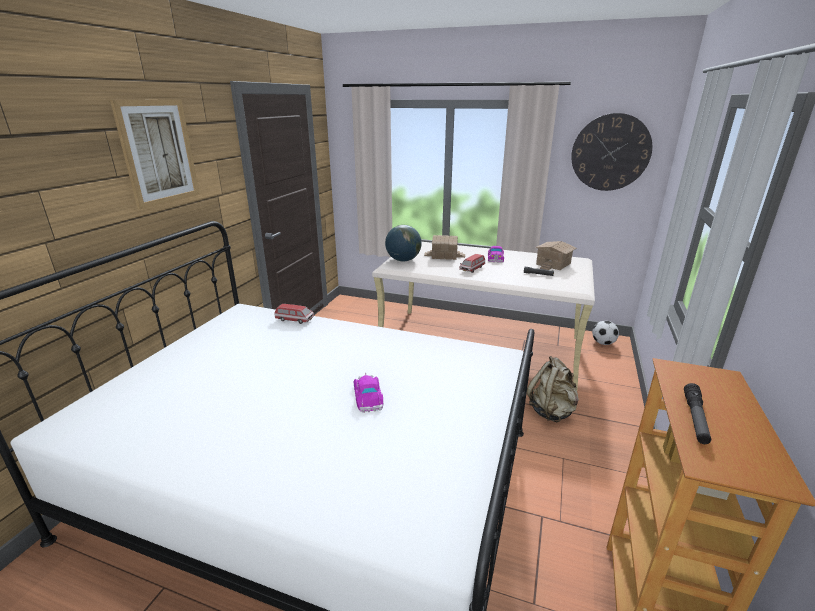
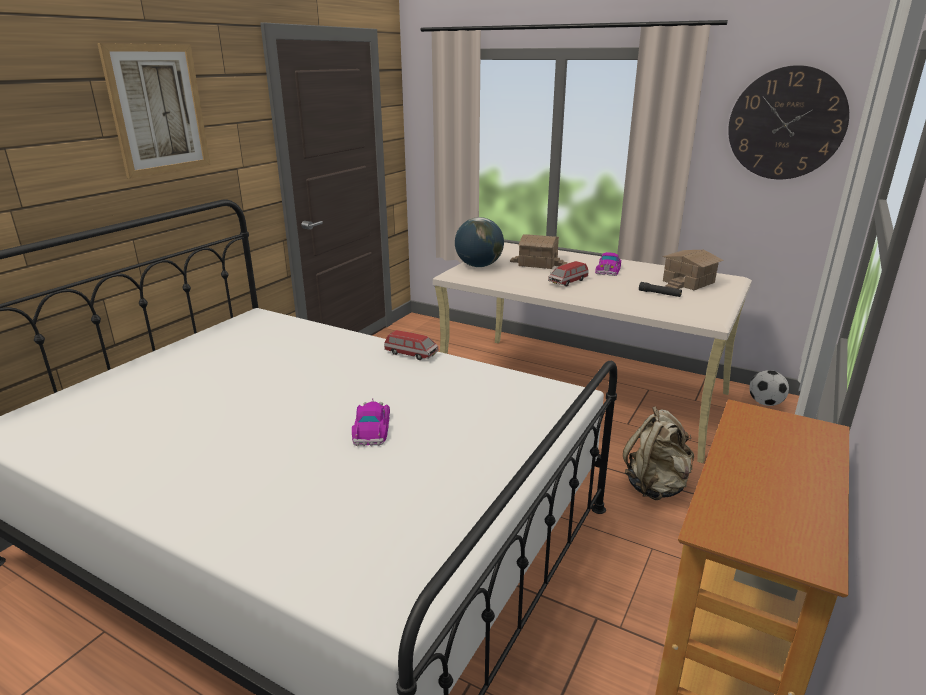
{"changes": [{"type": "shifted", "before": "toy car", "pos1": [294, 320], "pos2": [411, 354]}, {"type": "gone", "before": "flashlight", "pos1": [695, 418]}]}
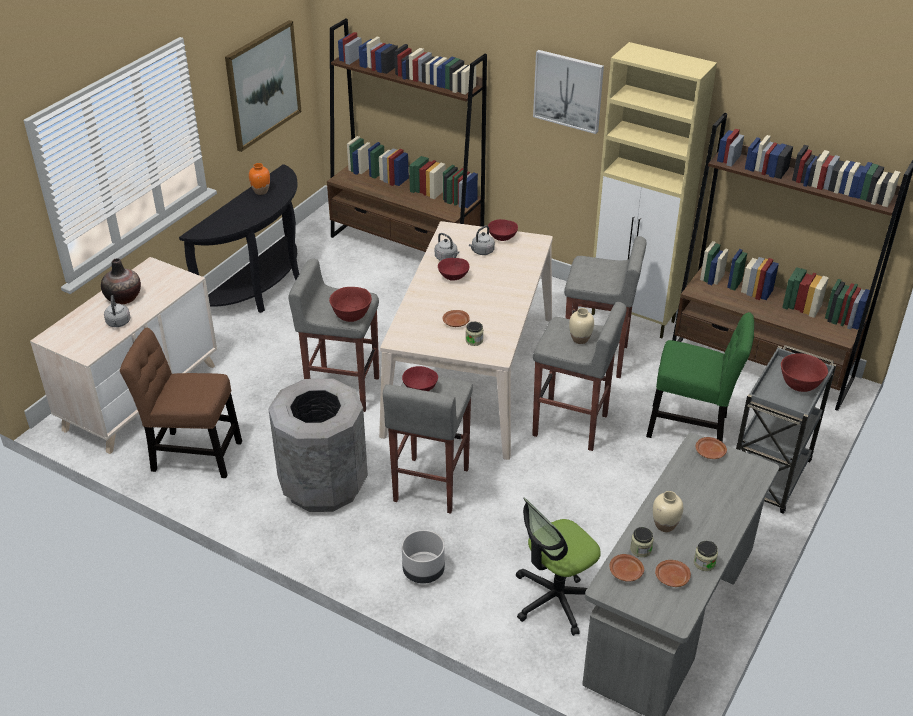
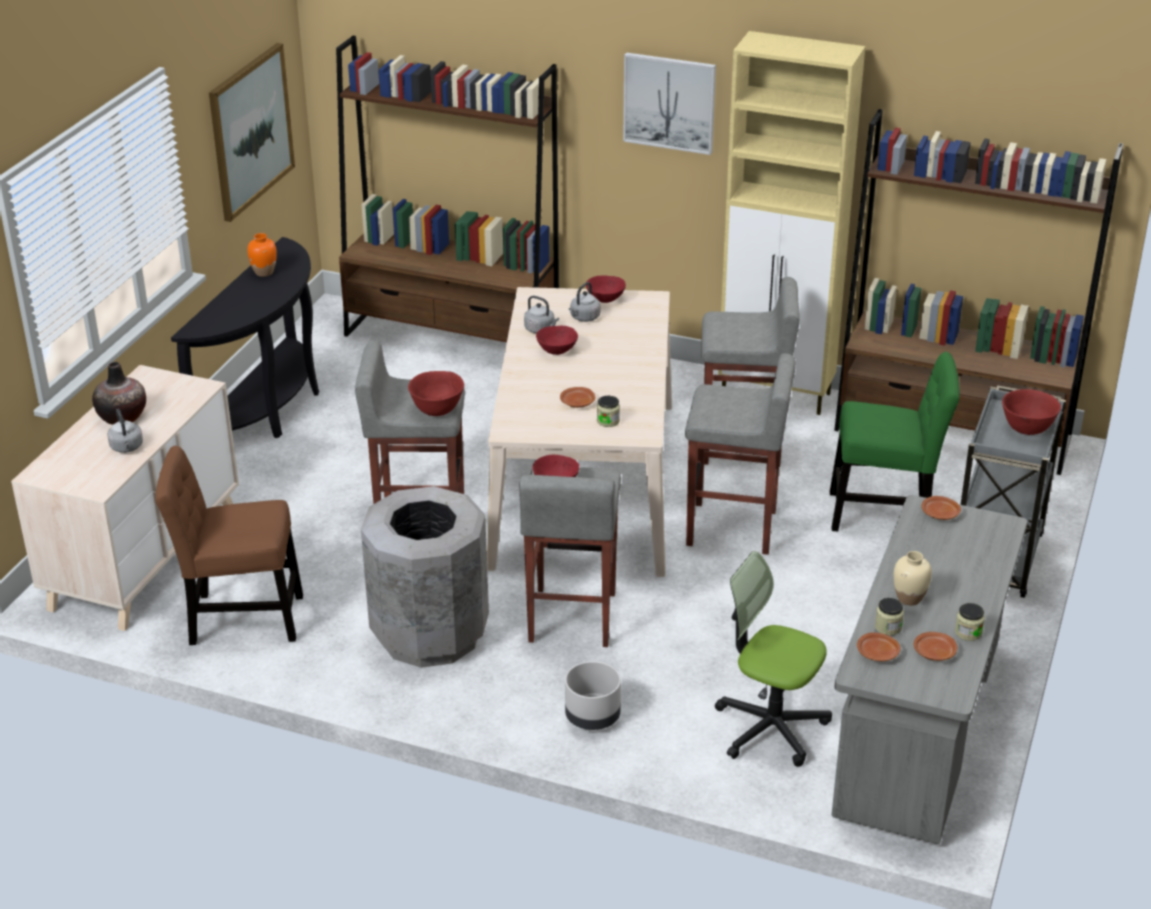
{"changes": [{"type": "rotated", "before": "office chair", "pos1": [556, 599], "pos2": [770, 727], "turn": 75}, {"type": "gone", "before": "vase (beige)", "pos1": [580, 339]}]}
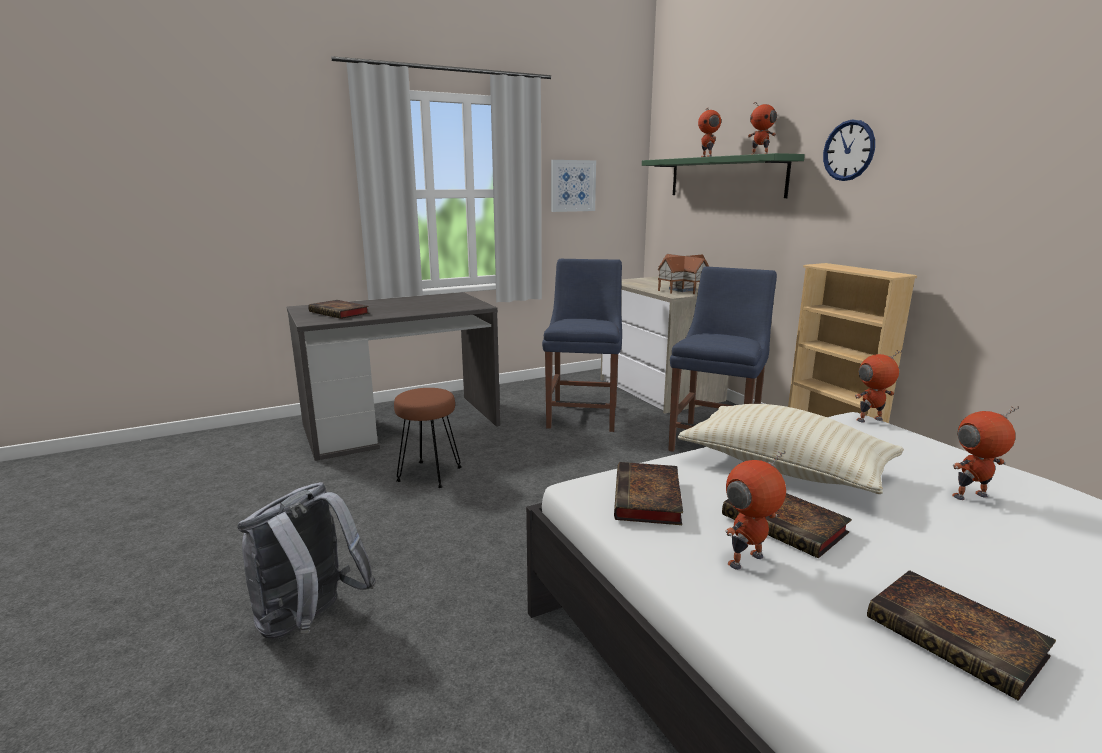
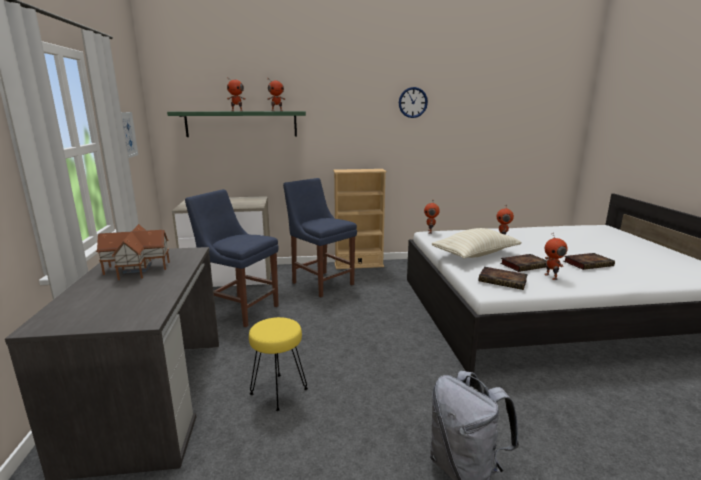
{"changes": [{"type": "gone", "before": "book", "pos1": [340, 313]}, {"type": "repainted", "before": "stool (brown)", "after": "stool (yellow)", "pos1": [429, 475], "pos2": [279, 392]}, {"type": "shifted", "before": "toy house", "pos1": [682, 290], "pos2": [138, 268]}, {"type": "shifted", "before": "wall clock", "pos1": [848, 150], "pos2": [413, 102]}]}
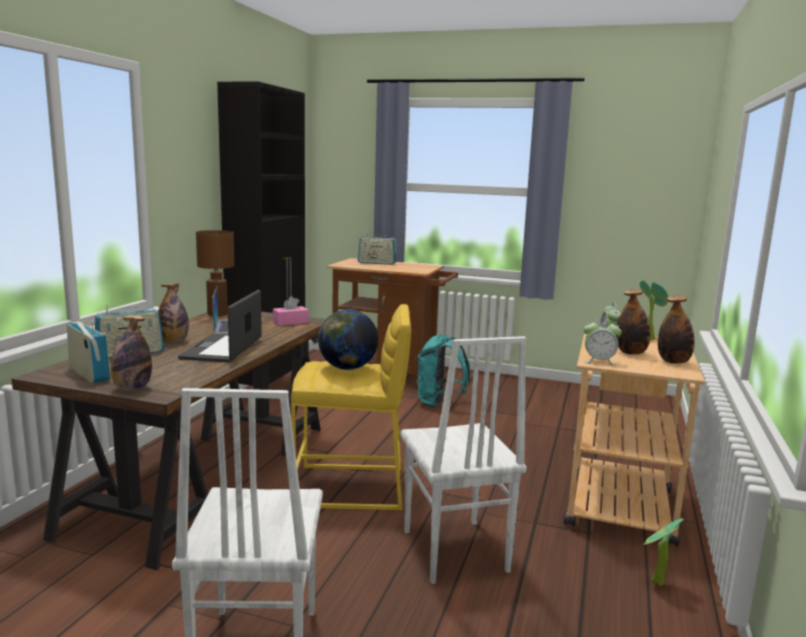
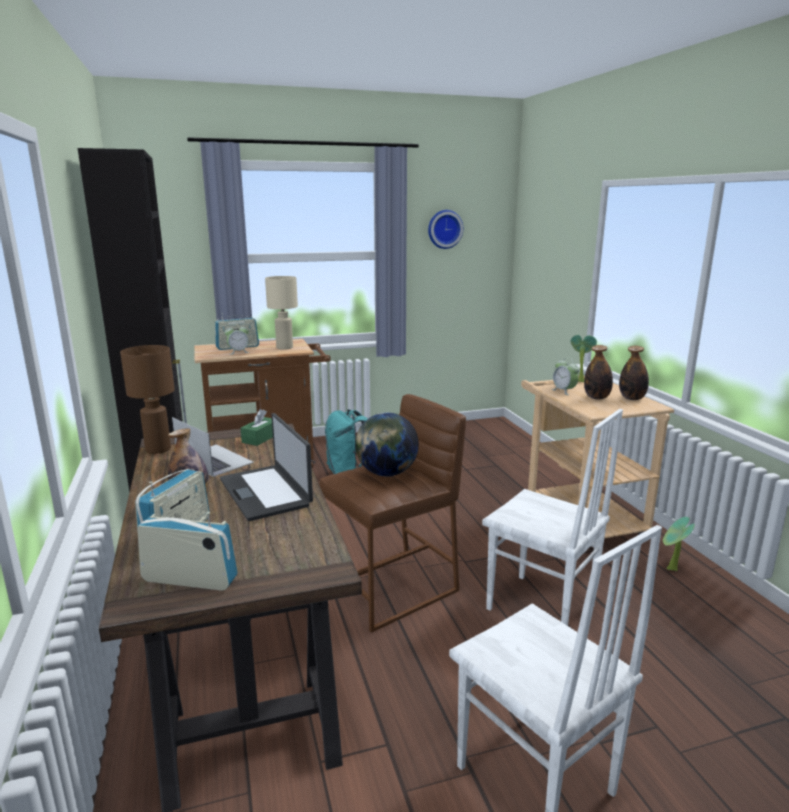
{"changes": [{"type": "gone", "before": "bottle", "pos1": [132, 389]}, {"type": "repainted", "before": "tissue box (pink)", "after": "tissue box (green)", "pos1": [290, 322], "pos2": [260, 438]}, {"type": "repainted", "before": "stool (yellow)", "after": "stool (brown)", "pos1": [351, 487], "pos2": [392, 589]}, {"type": "shifted", "before": "alarm clock", "pos1": [599, 361], "pos2": [238, 352]}, {"type": "new", "after": "table lamp (beige)", "pos2": [284, 348]}, {"type": "new", "after": "wall clock", "pos2": [444, 229]}]}
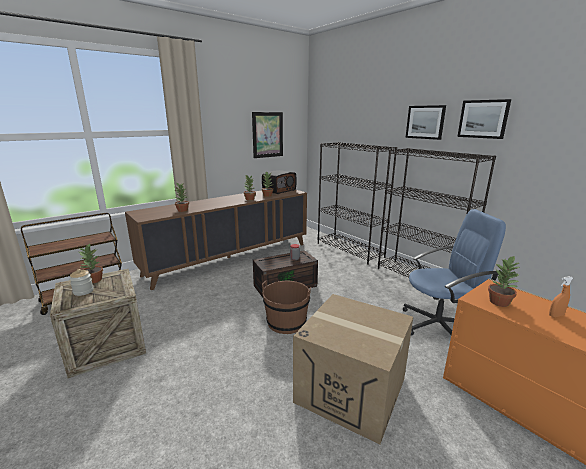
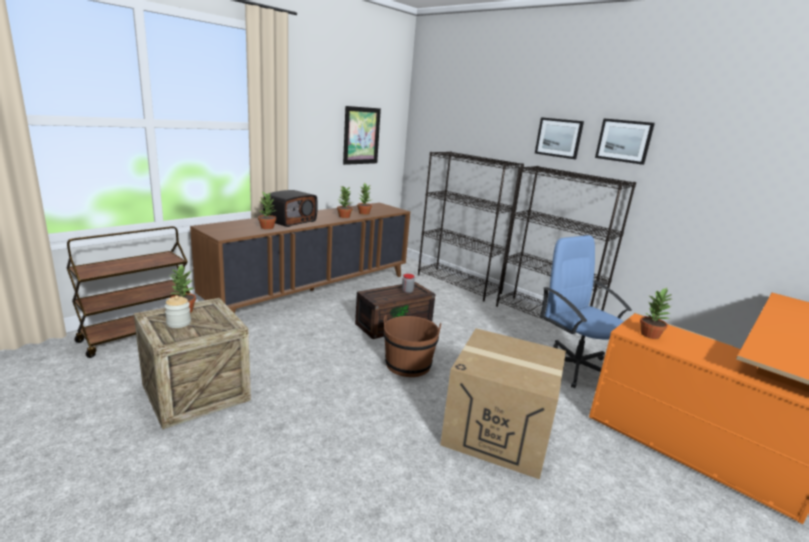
{"changes": [{"type": "shifted", "before": "radio", "pos1": [279, 190], "pos2": [290, 221]}, {"type": "rotated", "before": "office chair (blue)", "pos1": [438, 325], "pos2": [574, 367], "turn": -105}, {"type": "gone", "before": "spray bottle (orange)", "pos1": [556, 315]}]}
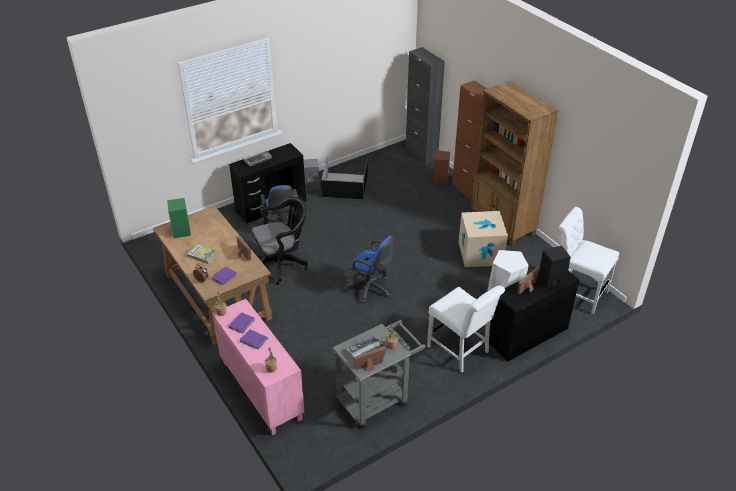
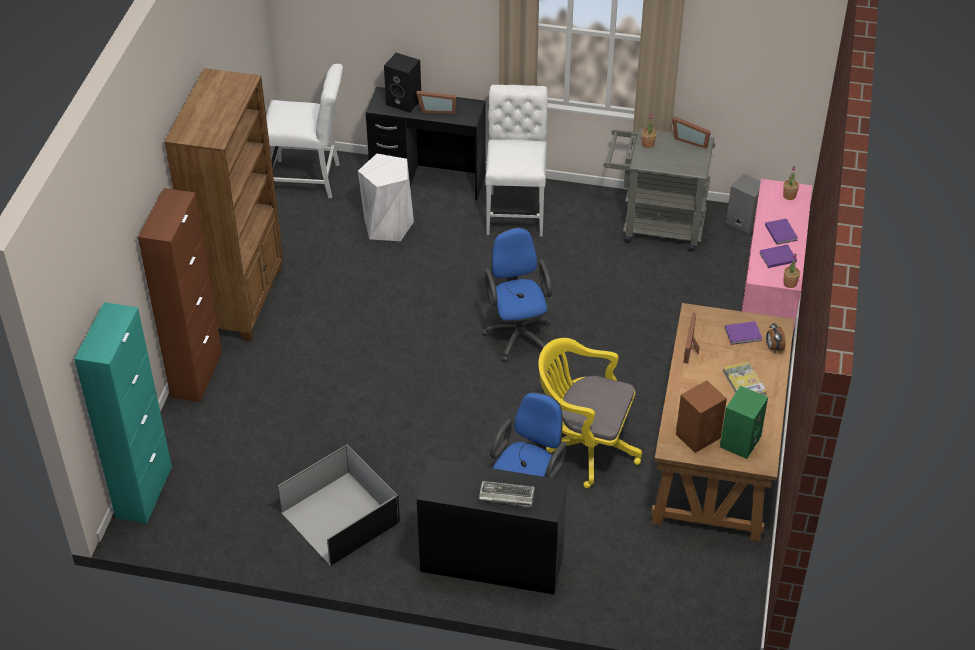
{"changes": [{"type": "repainted", "before": "office chair (black)", "after": "office chair (yellow)", "pos1": [282, 263], "pos2": [584, 446]}, {"type": "shifted", "before": "speaker (grey)", "pos1": [311, 185], "pos2": [742, 221]}, {"type": "gone", "before": "keyboard", "pos1": [364, 349]}, {"type": "repainted", "before": "cabinet (black)", "after": "cabinet (turquoise)", "pos1": [421, 153], "pos2": [144, 492]}, {"type": "shifted", "before": "speaker (brown)", "pos1": [440, 178], "pos2": [699, 435]}, {"type": "gone", "before": "cardboard box", "pos1": [480, 253]}, {"type": "rotated", "before": "chair (white)", "pos1": [577, 292], "pos2": [309, 179], "turn": -75}]}
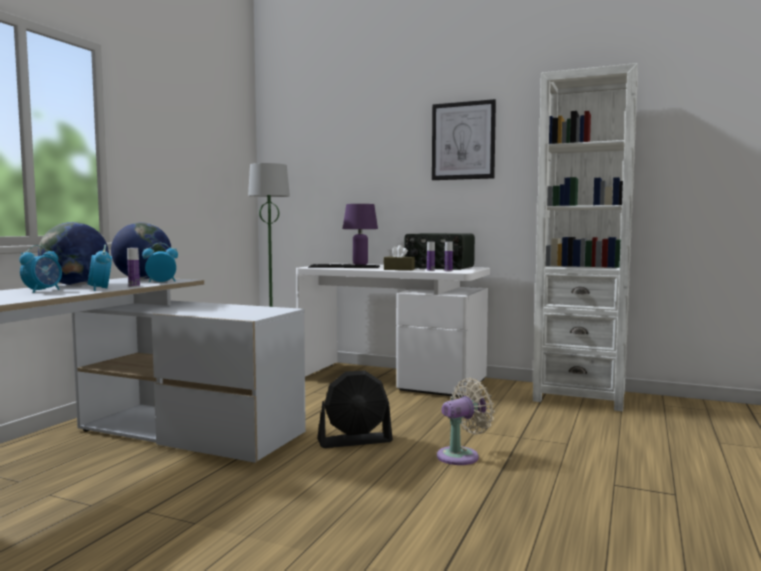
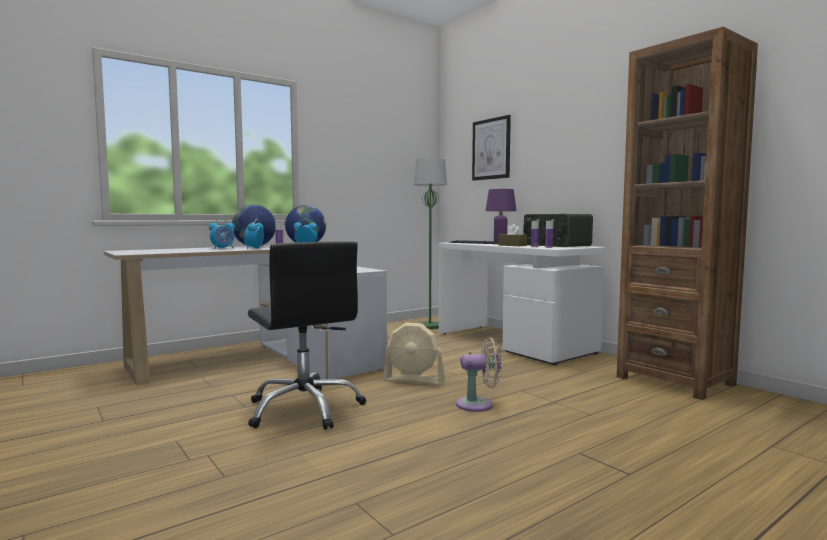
{"changes": [{"type": "repainted", "before": "fan (black)", "after": "fan (beige)", "pos1": [355, 441], "pos2": [414, 380]}, {"type": "shifted", "before": "picture", "pos1": [463, 141], "pos2": [491, 149]}, {"type": "repainted", "before": "bookcase (white)", "after": "bookcase (brown)", "pos1": [579, 396], "pos2": [675, 381]}, {"type": "new", "after": "office chair (black)", "pos2": [305, 409]}]}
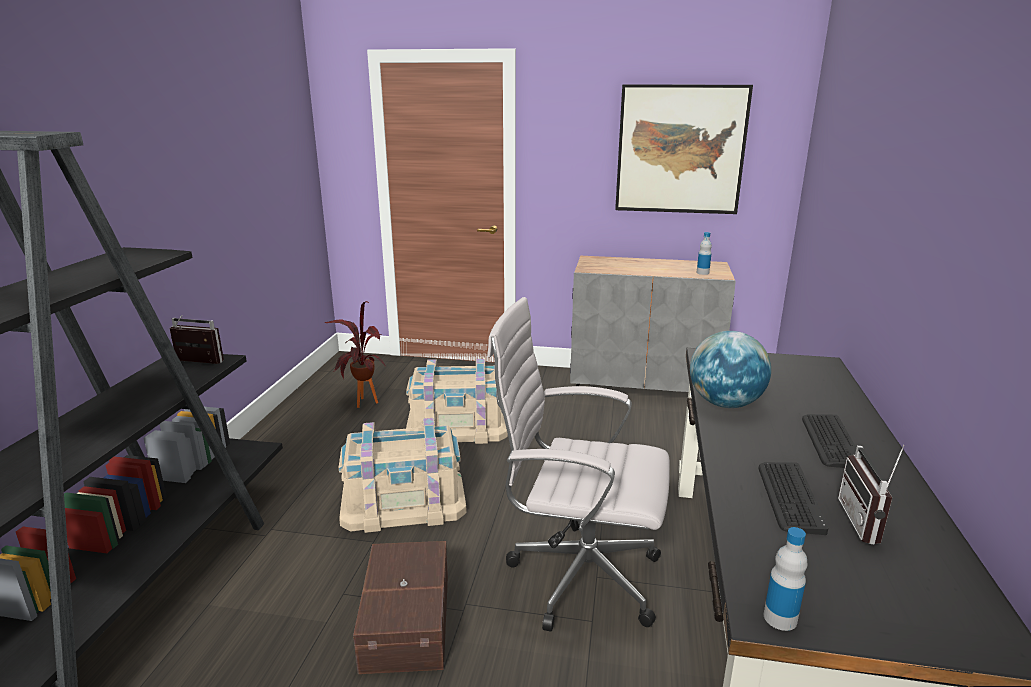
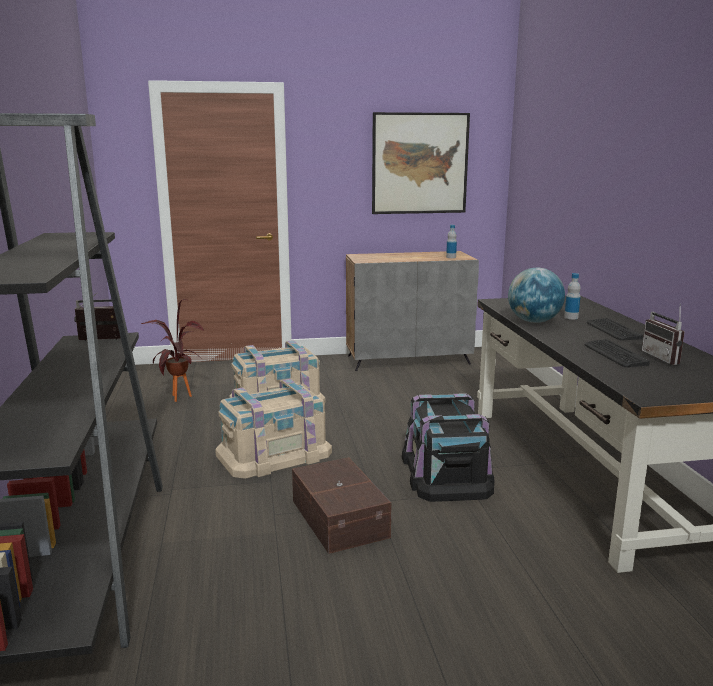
{"changes": [{"type": "swapped", "before": "office chair (white)", "after": "storage box (black)", "pos1": [577, 576], "pos2": [445, 472]}, {"type": "shifted", "before": "bottle", "pos1": [780, 618], "pos2": [571, 317]}]}
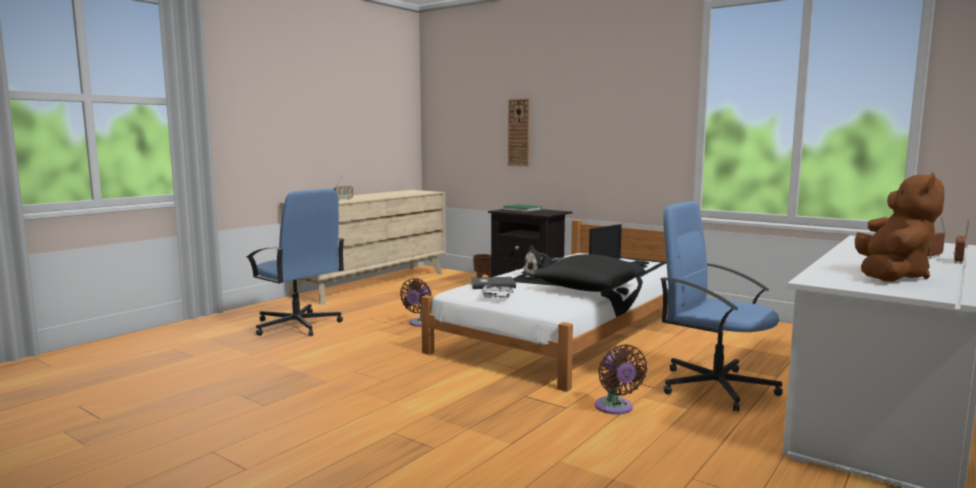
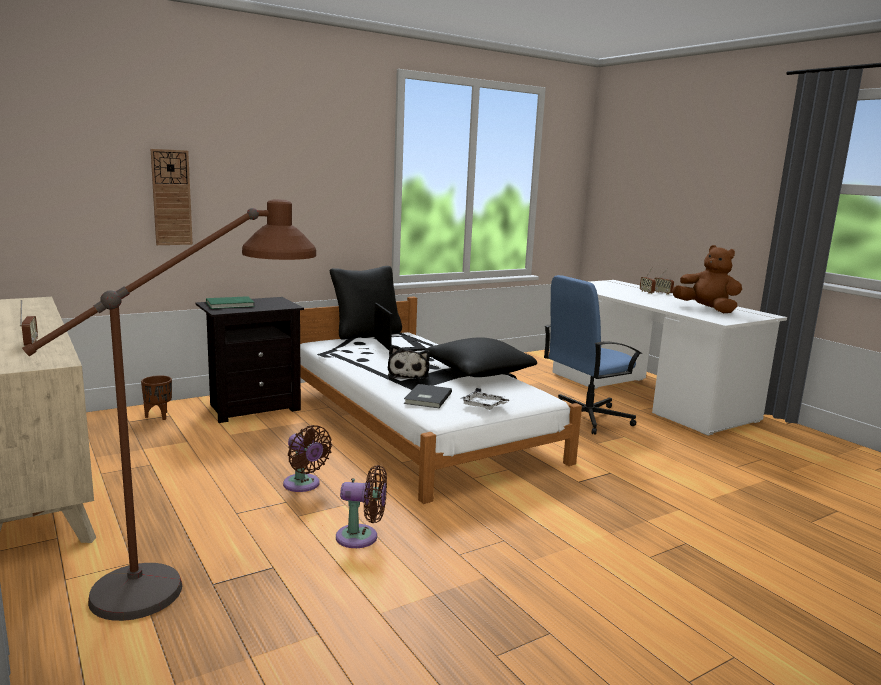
{"changes": [{"type": "swapped", "before": "office chair (blue)", "after": "floor lamp (brown)", "pos1": [297, 325], "pos2": [199, 576]}, {"type": "shifted", "before": "fan (brown)", "pos1": [615, 408], "pos2": [361, 537]}, {"type": "new", "after": "pillow (black)", "pos2": [366, 333]}]}
